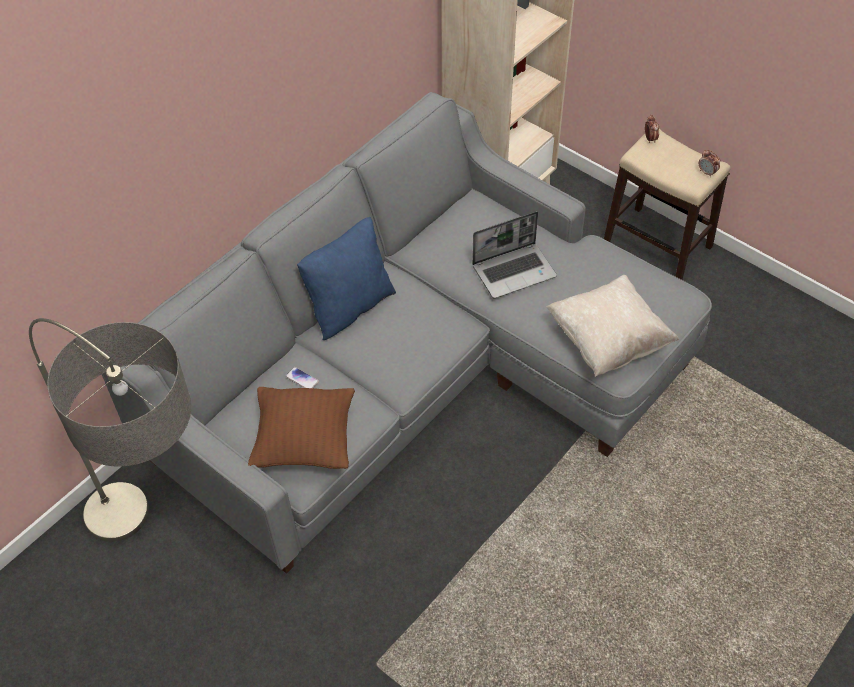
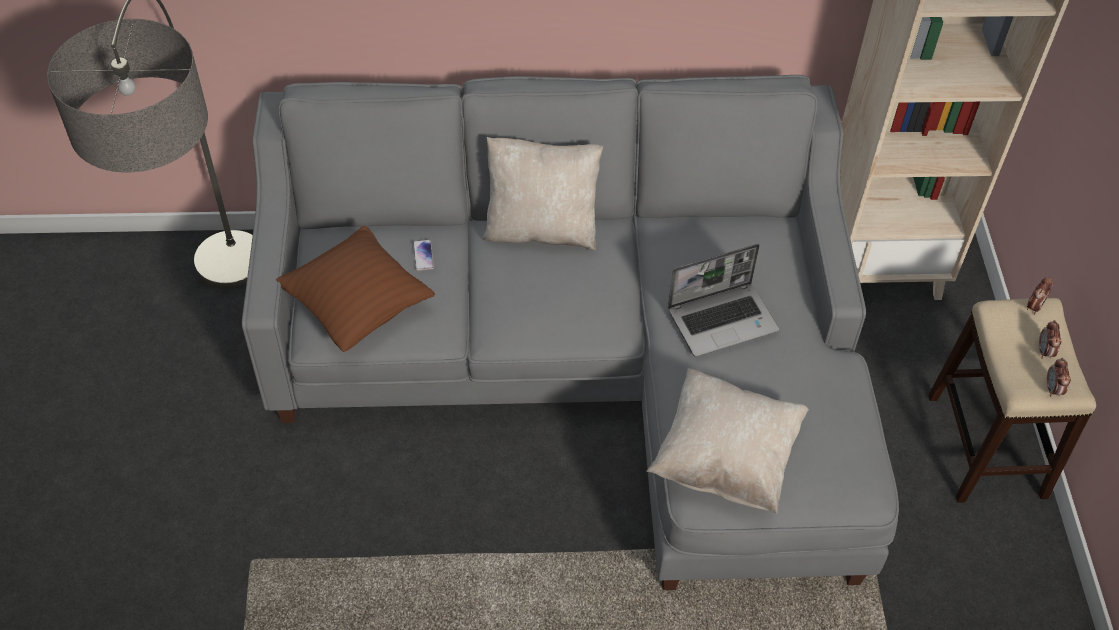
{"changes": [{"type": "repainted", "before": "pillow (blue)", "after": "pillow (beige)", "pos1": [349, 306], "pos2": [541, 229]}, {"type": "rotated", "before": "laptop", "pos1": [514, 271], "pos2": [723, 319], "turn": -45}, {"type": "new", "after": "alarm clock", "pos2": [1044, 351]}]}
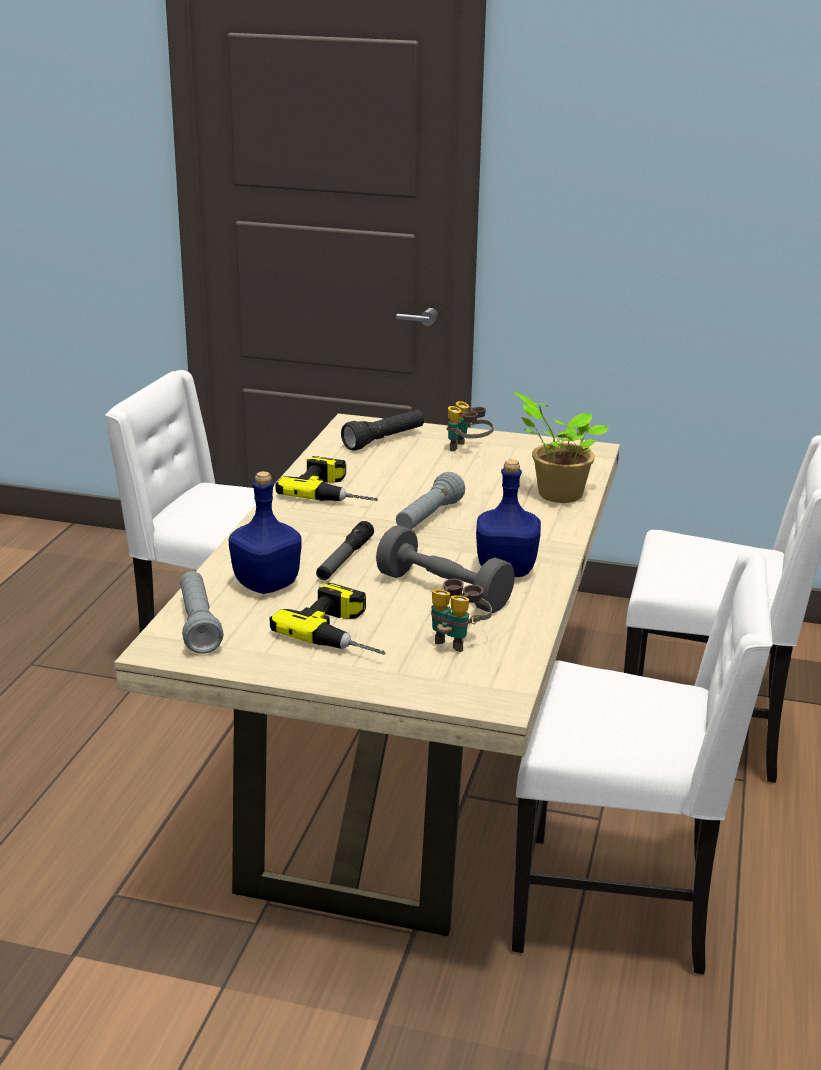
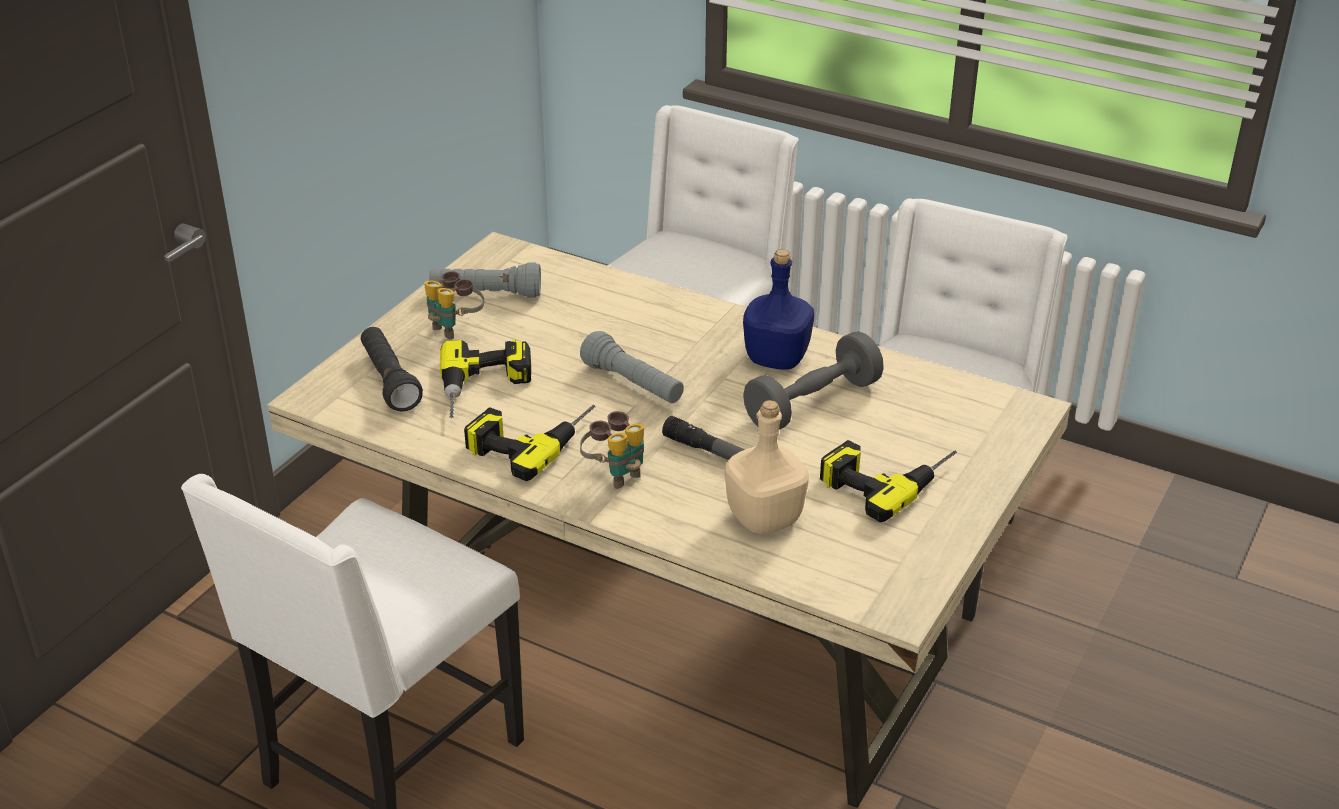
{"changes": [{"type": "shifted", "before": "flashlight (grey)", "pos1": [198, 625], "pos2": [486, 294]}, {"type": "repainted", "before": "bottle (blue)", "after": "bottle (beige)", "pos1": [265, 585], "pos2": [765, 519]}, {"type": "shifted", "before": "binoculars", "pos1": [457, 640], "pos2": [615, 473]}, {"type": "gone", "before": "potted plant", "pos1": [556, 494]}, {"type": "new", "after": "power drill", "pos2": [485, 389]}]}
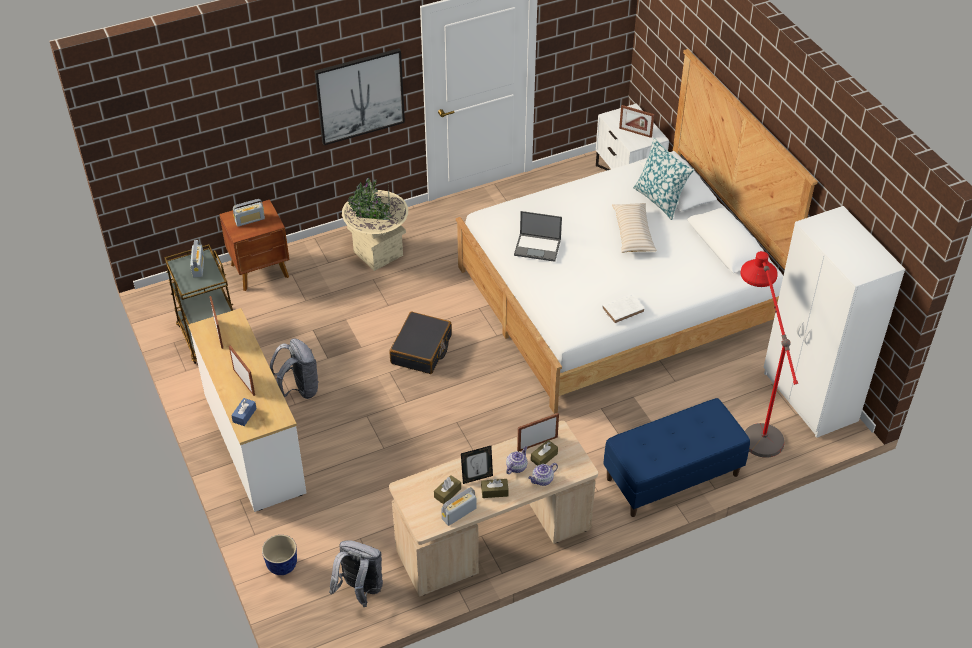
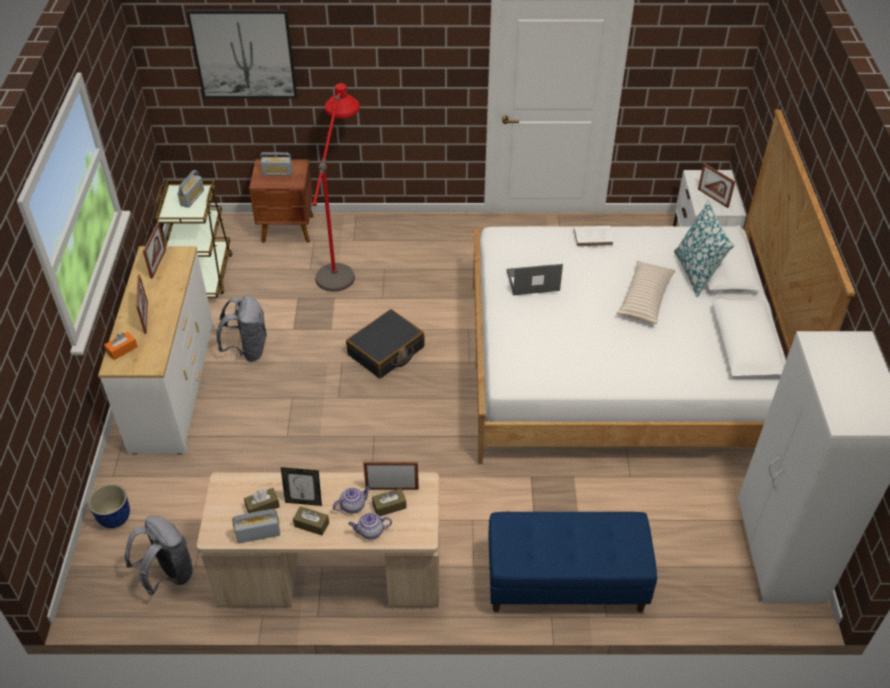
{"changes": [{"type": "repainted", "before": "tissue box (blue)", "after": "tissue box (orange)", "pos1": [244, 415], "pos2": [122, 350]}, {"type": "shifted", "before": "picture", "pos1": [360, 96], "pos2": [244, 53]}, {"type": "gone", "before": "planter (beige)", "pos1": [378, 253]}, {"type": "rotated", "before": "laptop", "pos1": [538, 247], "pos2": [532, 281], "turn": 135}, {"type": "shifted", "before": "book (white)", "pos1": [624, 310], "pos2": [594, 238]}, {"type": "shifted", "before": "floor lamp (red)", "pos1": [752, 418], "pos2": [342, 260]}]}
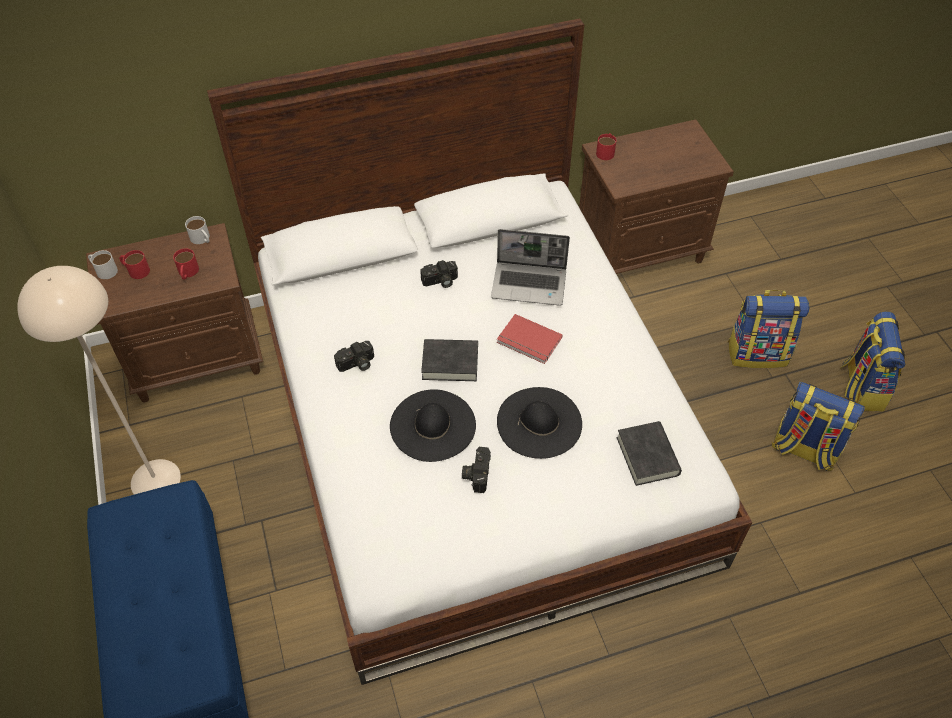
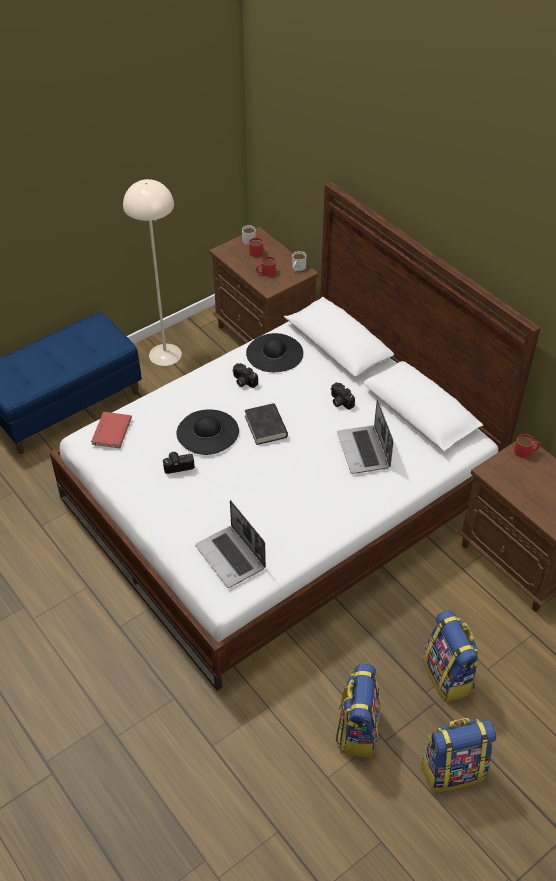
{"changes": [{"type": "shifted", "before": "book (red)", "pos1": [528, 341], "pos2": [110, 431]}, {"type": "shifted", "before": "hat (black)", "pos1": [539, 422], "pos2": [274, 353]}, {"type": "swapped", "before": "book (black)", "after": "laptop", "pos1": [647, 456], "pos2": [231, 557]}]}
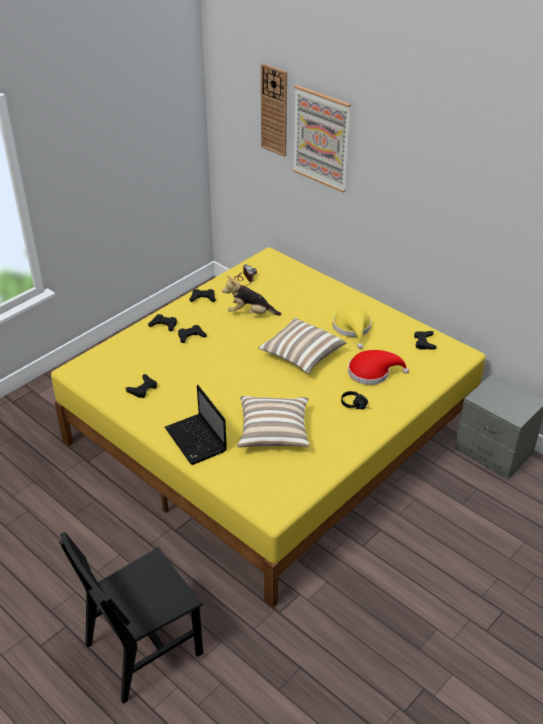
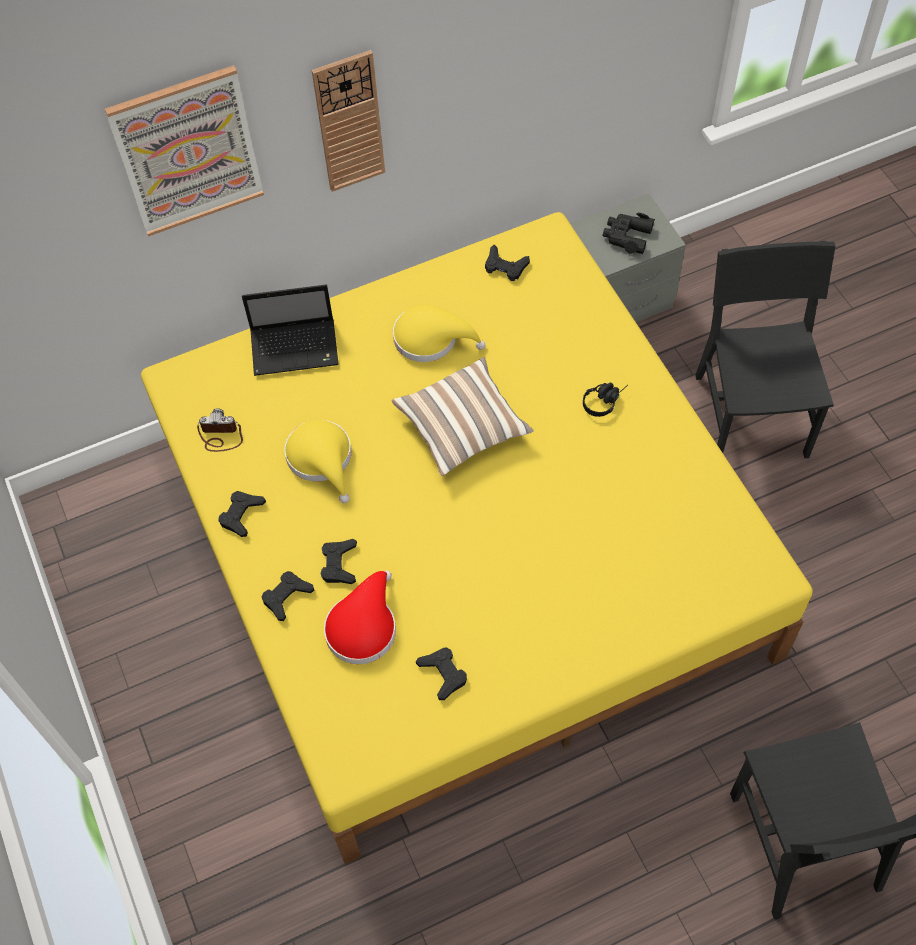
{"changes": [{"type": "shifted", "before": "laptop", "pos1": [197, 440], "pos2": [296, 348]}, {"type": "swapped", "before": "plush toy", "after": "hat (yellow)", "pos1": [250, 313], "pos2": [322, 459]}, {"type": "gone", "before": "pillow", "pos1": [273, 432]}, {"type": "shifted", "before": "wall clock", "pos1": [274, 110], "pos2": [349, 122]}, {"type": "shifted", "before": "hat (red)", "pos1": [372, 372], "pos2": [363, 626]}, {"type": "new", "after": "binoculars (black)", "pos2": [627, 236]}, {"type": "new", "after": "chair (black)", "pos2": [751, 415]}]}
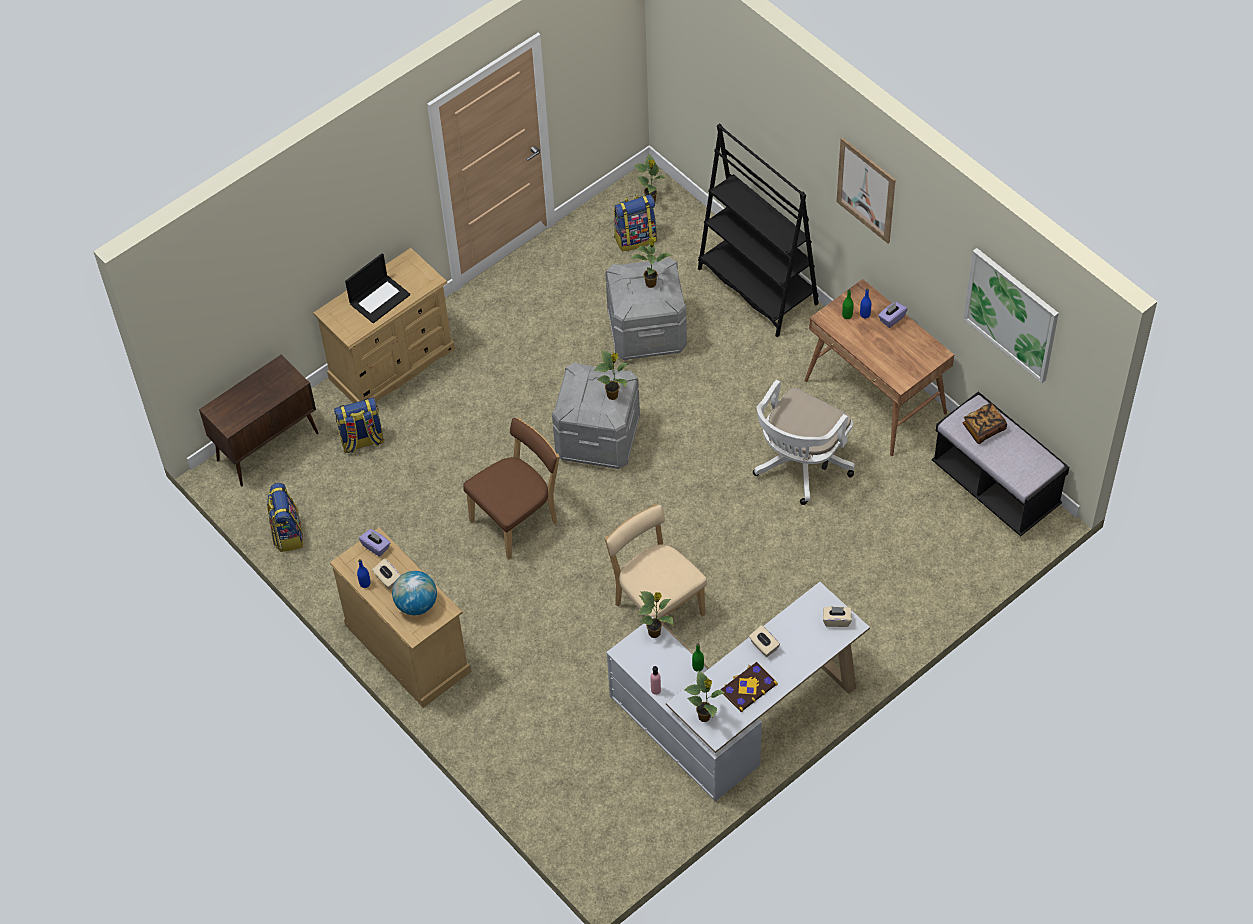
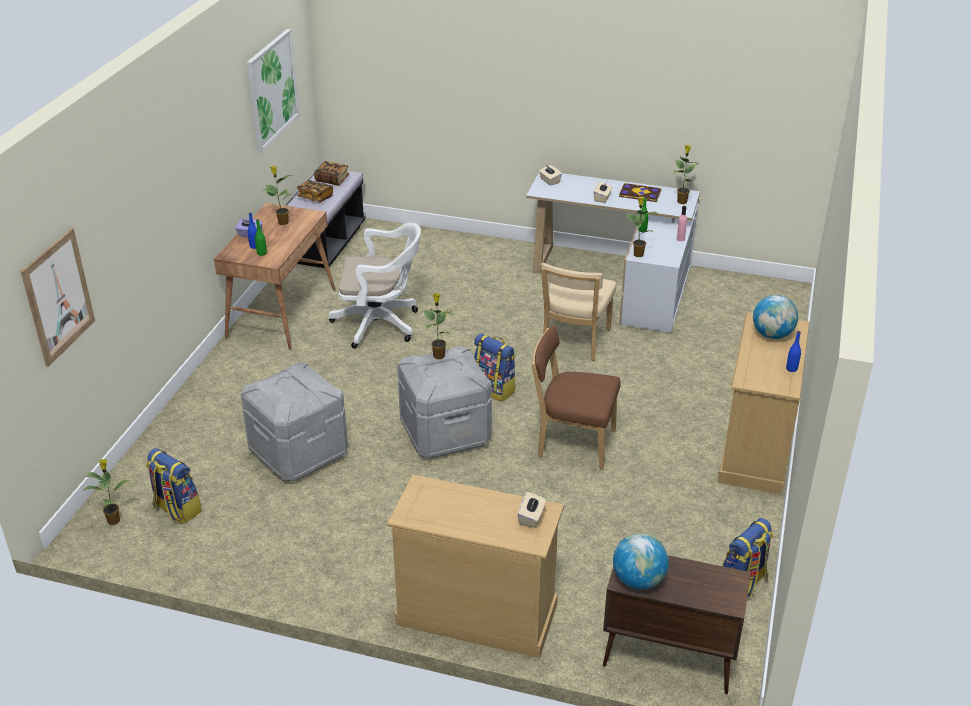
{"changes": [{"type": "shifted", "before": "backpack", "pos1": [362, 441], "pos2": [494, 389]}, {"type": "gone", "before": "laptop", "pos1": [379, 298]}, {"type": "gone", "before": "tissue box (purple)", "pos1": [376, 547]}, {"type": "shifted", "before": "tissue box (beige)", "pos1": [387, 579], "pos2": [531, 517]}, {"type": "shifted", "before": "potted plant", "pos1": [651, 283], "pos2": [282, 222]}, {"type": "gone", "before": "bookcase (black)", "pos1": [757, 287]}, {"type": "shifted", "before": "picture", "pos1": [866, 190], "pos2": [58, 297]}, {"type": "new", "after": "book", "pos2": [332, 180]}, {"type": "new", "after": "globe", "pos2": [638, 580]}]}
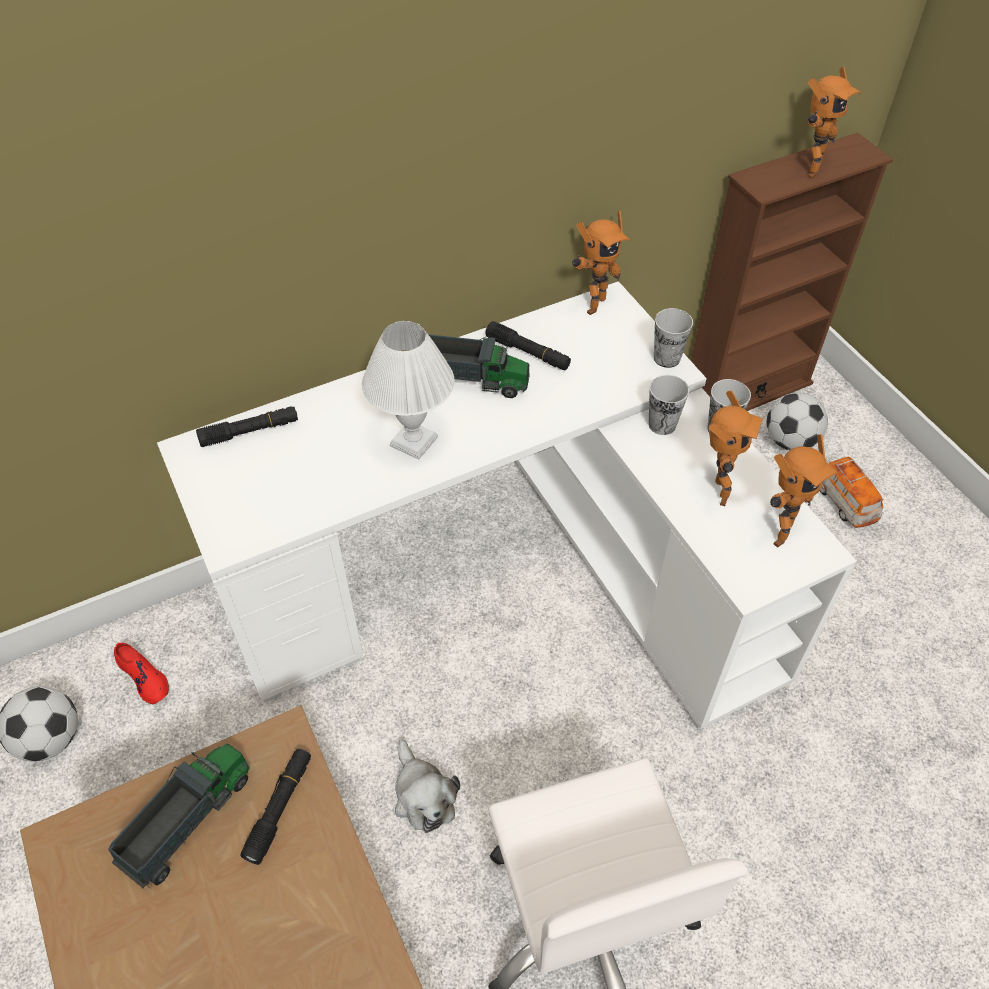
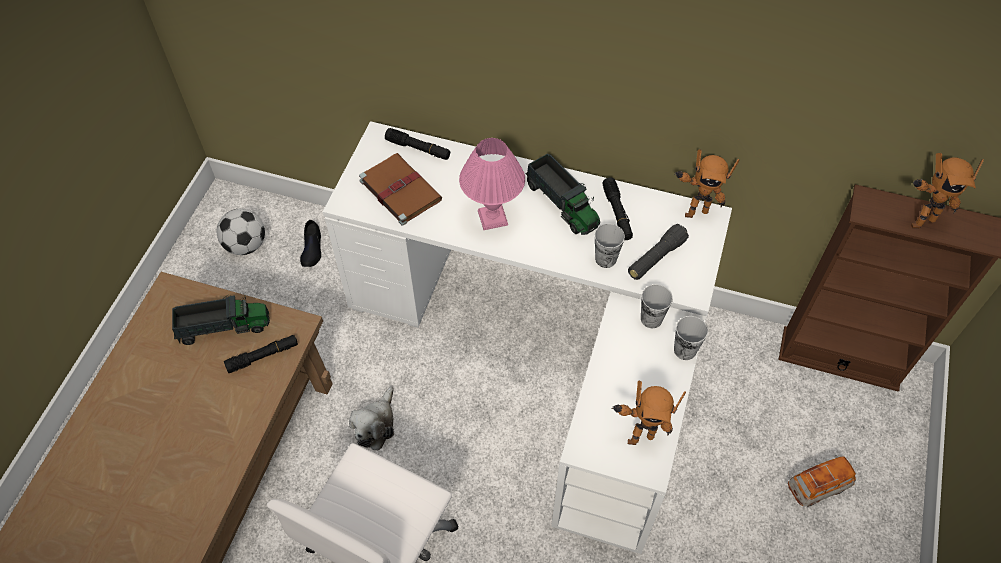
{"changes": [{"type": "repainted", "before": "shoe (red)", "after": "shoe (black)", "pos1": [144, 677], "pos2": [312, 248]}, {"type": "repainted", "before": "table lamp (white)", "after": "table lamp (pink)", "pos1": [415, 441], "pos2": [493, 218]}, {"type": "shifted", "before": "cup", "pos1": [667, 358], "pos2": [605, 259]}, {"type": "gone", "before": "toy robot", "pos1": [715, 492]}, {"type": "gone", "before": "football", "pos1": [790, 441]}, {"type": "rotated", "before": "toy car", "pos1": [845, 503], "pos2": [818, 486], "turn": -135}, {"type": "new", "after": "book (brown)", "pos2": [399, 189]}, {"type": "new", "after": "flashlight (black)", "pos2": [656, 258]}]}
